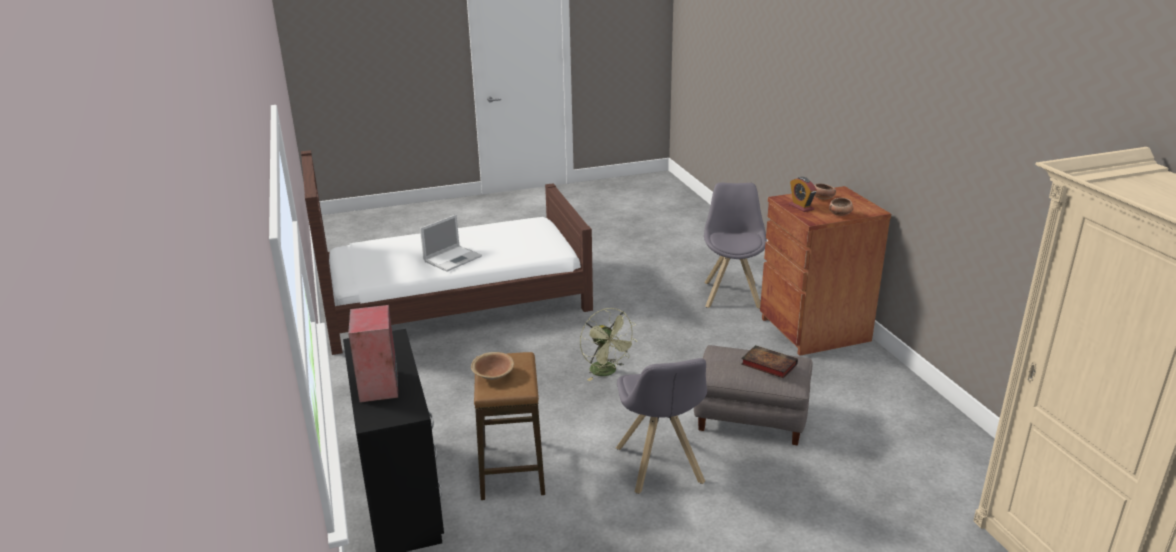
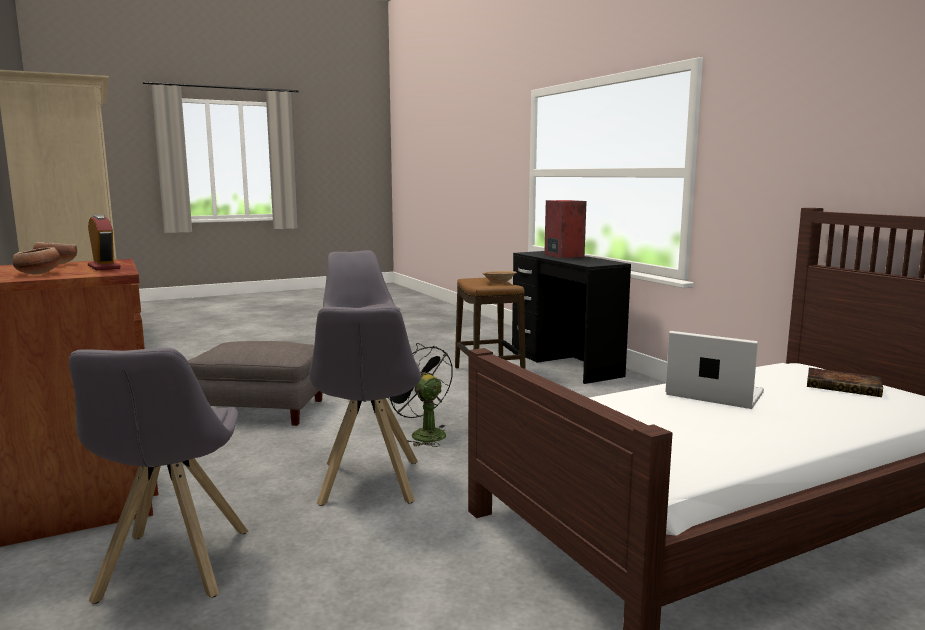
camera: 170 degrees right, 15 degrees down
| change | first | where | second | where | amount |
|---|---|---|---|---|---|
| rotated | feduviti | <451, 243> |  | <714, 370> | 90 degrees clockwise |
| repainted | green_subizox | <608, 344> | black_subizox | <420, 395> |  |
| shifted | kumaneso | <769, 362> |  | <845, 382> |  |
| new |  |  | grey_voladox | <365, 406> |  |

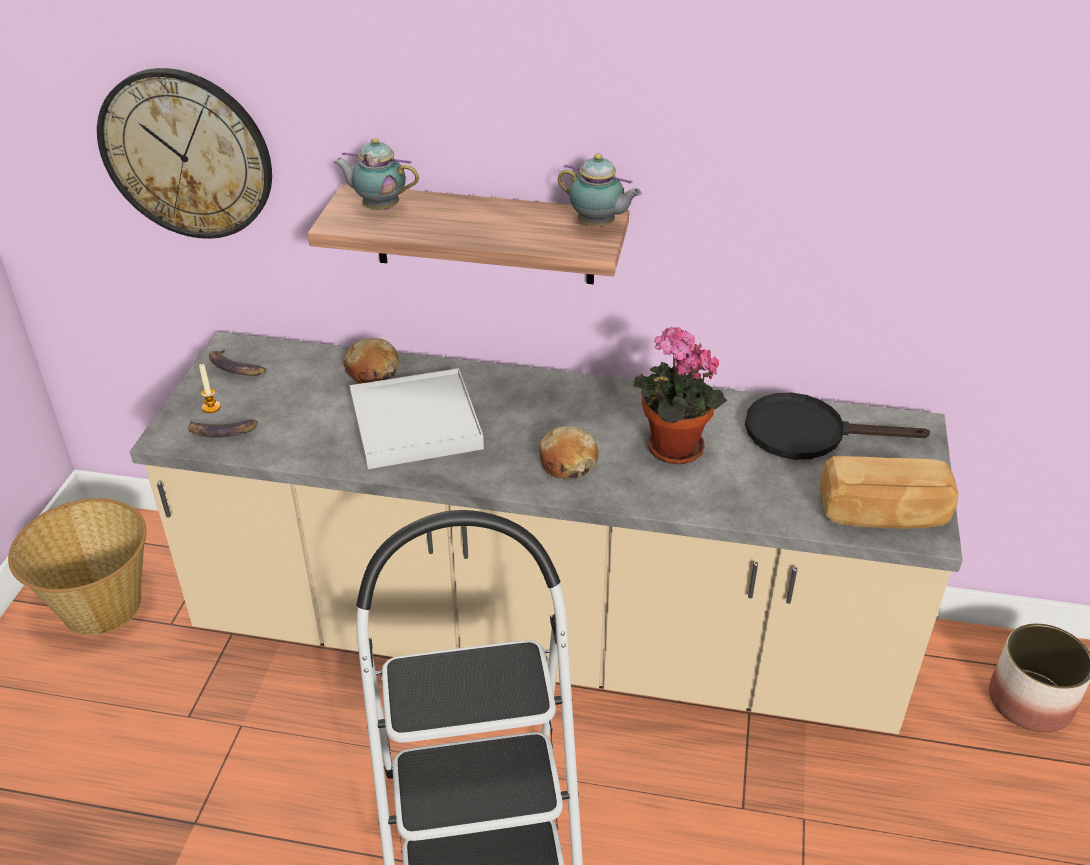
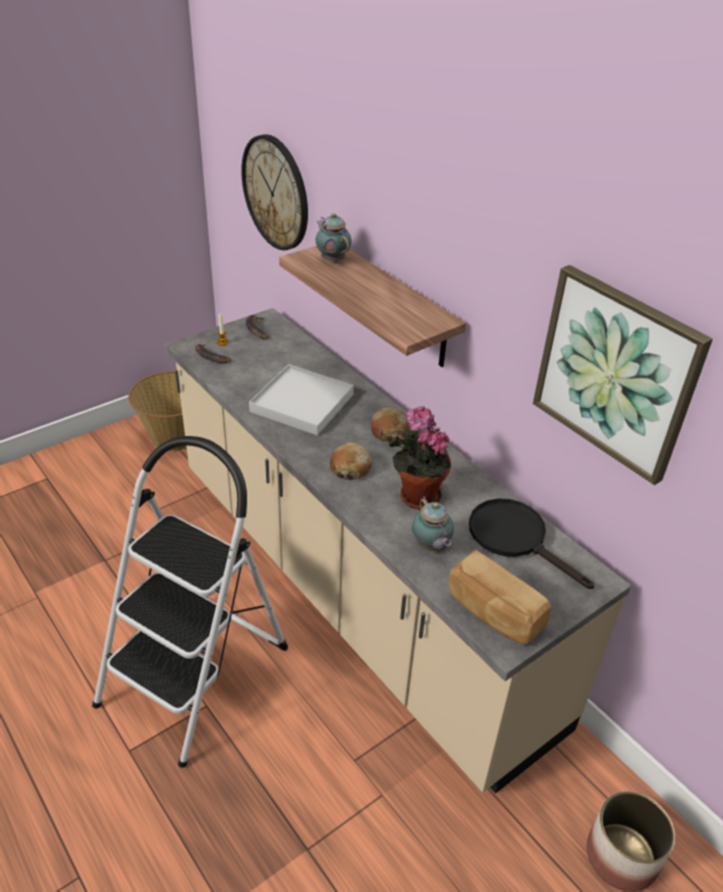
camera: 40 degrees right, 0 degrees up
| change | first | where | second | where | amount |
|---|---|---|---|---|---|
| shifted | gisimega | <371, 361> |  | <390, 424> |  |
| shifted | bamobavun | <600, 190> |  | <433, 523> |  |
| new |  |  | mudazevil | <623, 375> |  |

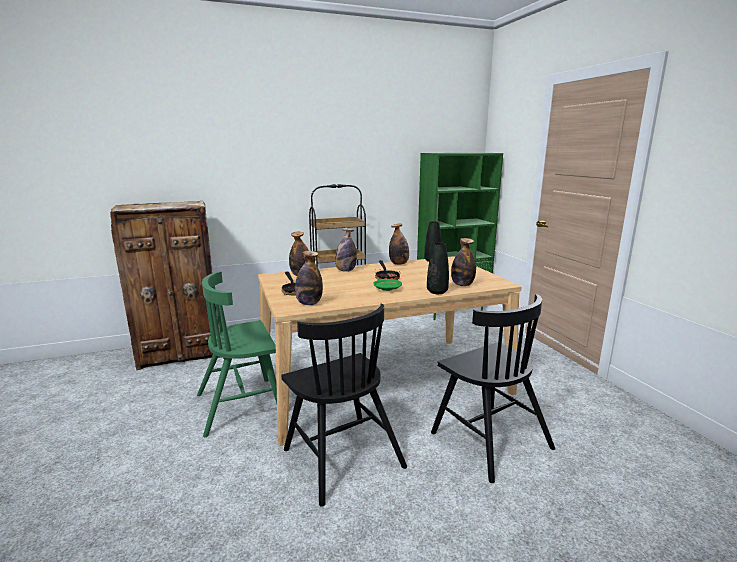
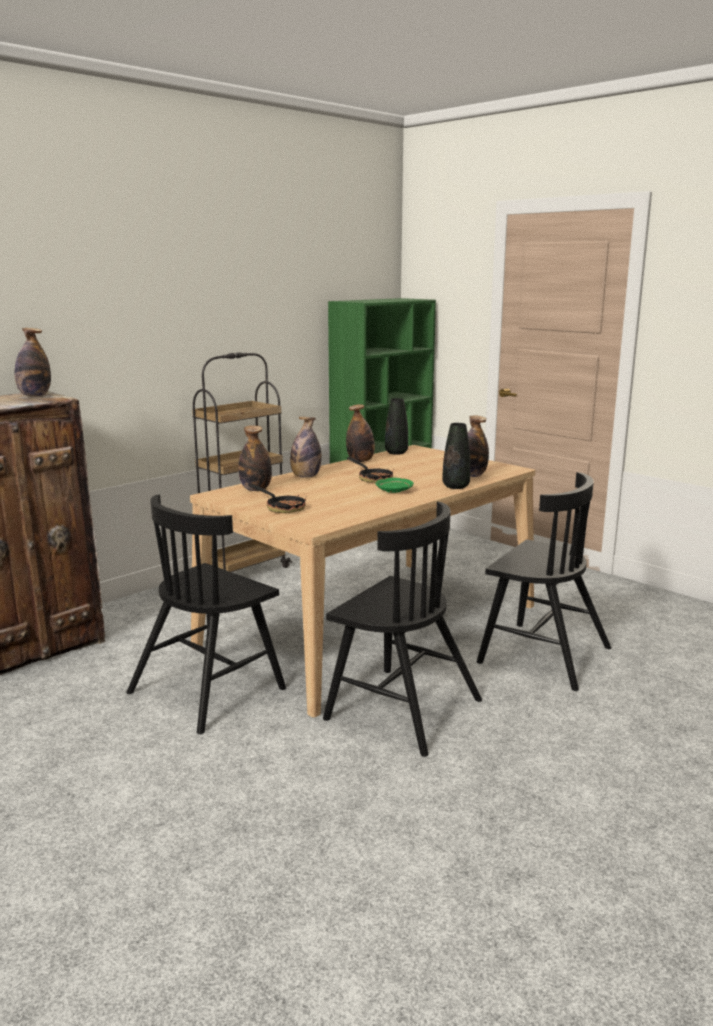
camera: 25 degrees left, 0 degrees up
| change | first | where | second | where | amount |
|---|---|---|---|---|---|
| repainted | green_voladox | <237, 354> | black_voladox | <206, 614> |  |
| shifted | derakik | <309, 278> |  | <32, 362> |  |

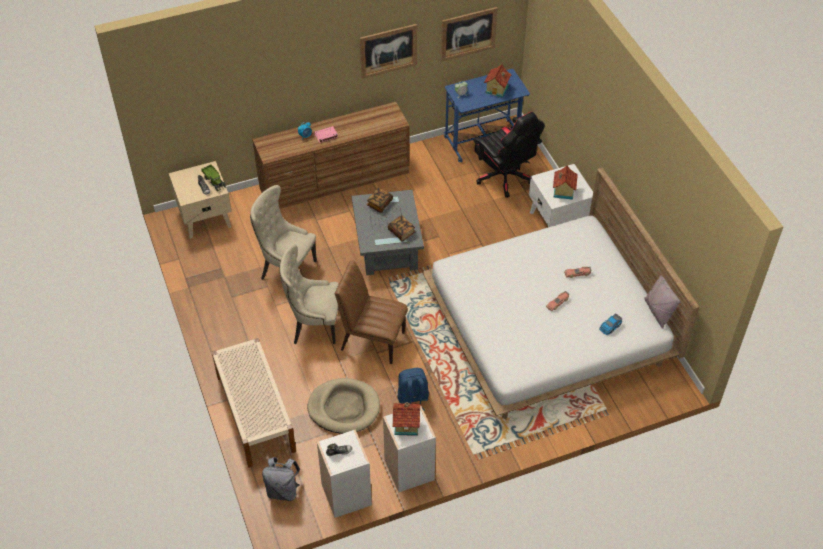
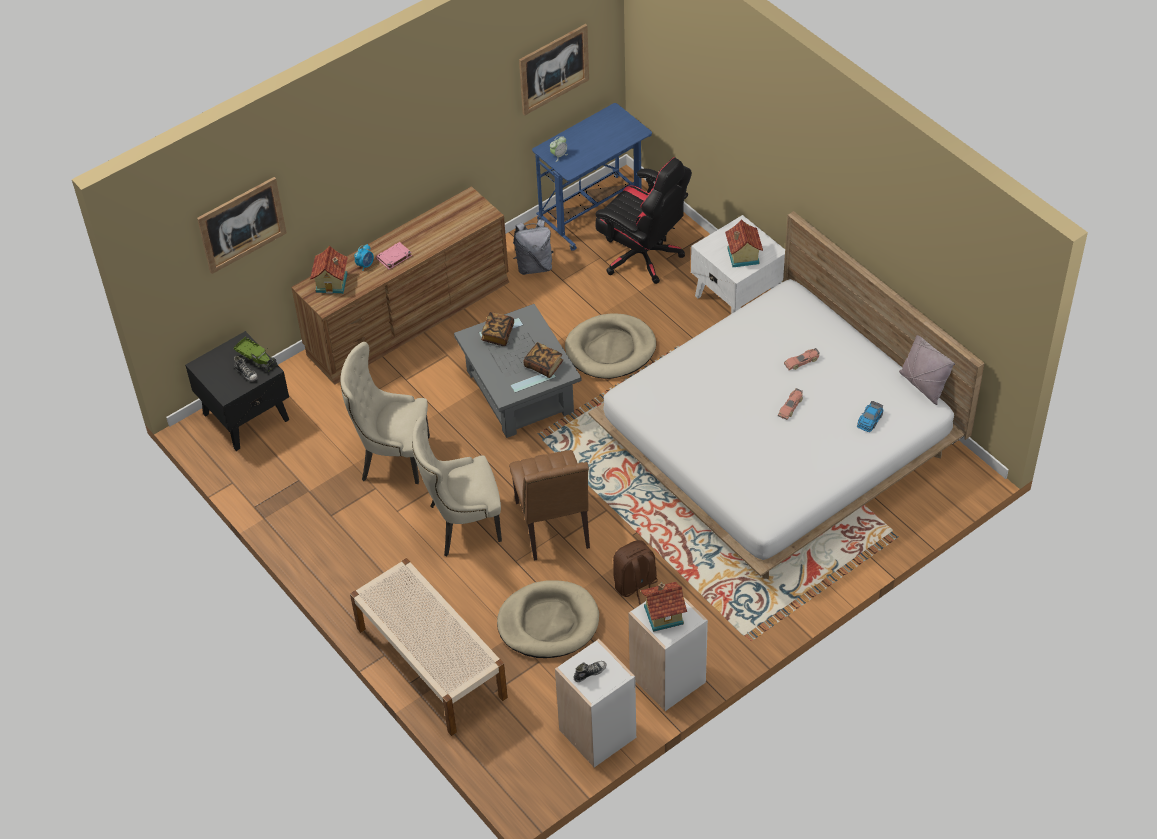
camera: 15 degrees left, 0 degrees up
| change | first | where | second | where | amount |
|---|---|---|---|---|---|
| repainted | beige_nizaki | <200, 200> | black_nizaki | <237, 391> |  |
| shifted | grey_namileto | <281, 479> |  | <533, 247> |  |
| rotated | brown_voladox | <371, 312> |  | <549, 505> | 105 degrees counterclockwise |
| shifted | mudazevil | <388, 51> |  | <242, 225> |  |
| repainted | blue_namileto | <413, 389> | brown_namileto | <635, 572> |  |
| shifted | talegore | <497, 81> |  | <329, 270> |  |
| new |  |  | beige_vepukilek | <610, 346> |  |

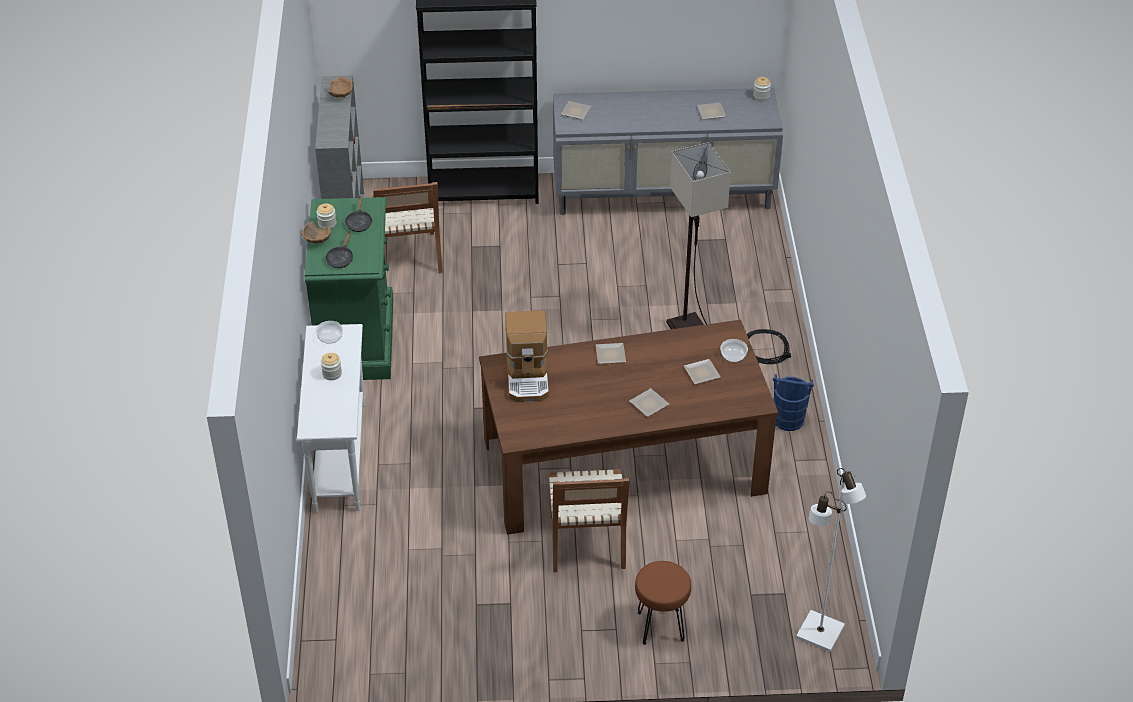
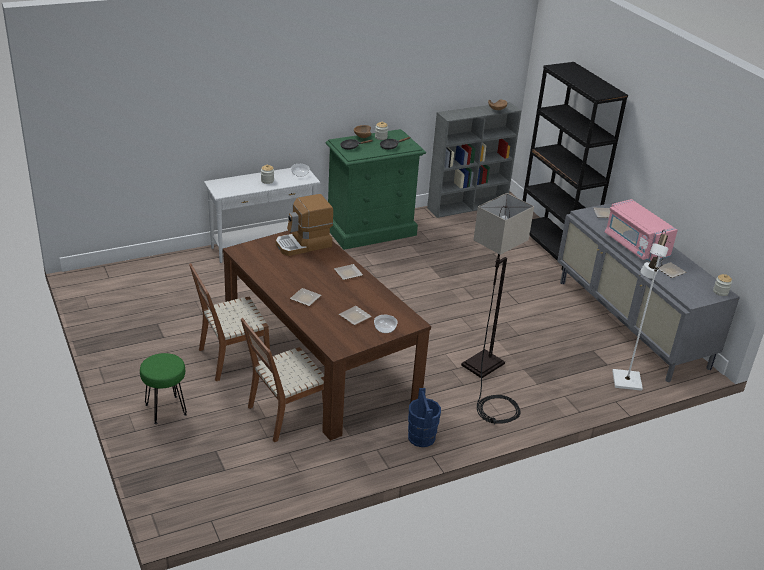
camera: 65 degrees right, 10 degrees down
| change | first | where | second | where | amount |
|---|---|---|---|---|---|
| shifted | voladox | <407, 227> |  | <282, 380> |  |
| repainted | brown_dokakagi | <663, 603> | green_dokakagi | <163, 388> |  |
| shifted | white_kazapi | <831, 560> |  | <641, 310> |  |
| new |  |  | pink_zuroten | <641, 230> |  |

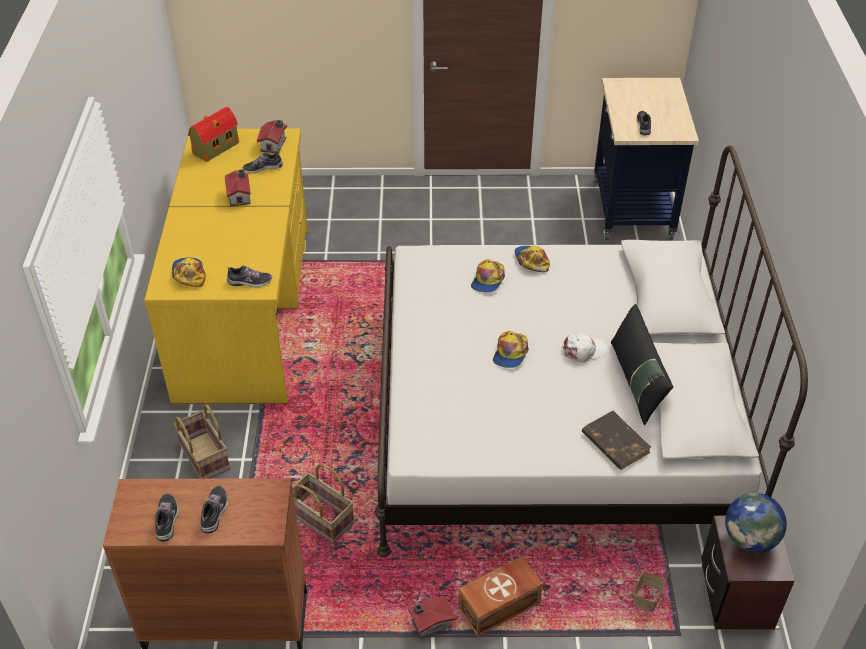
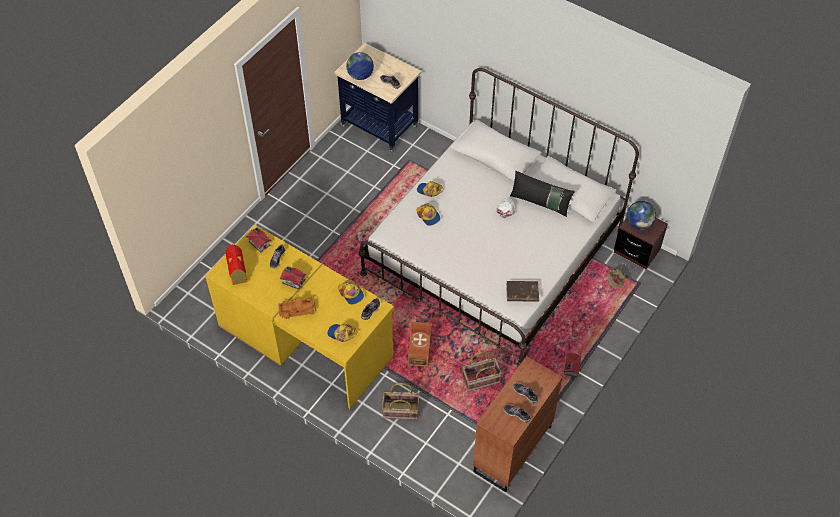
camera: 55 degrees left, 10 degrees up
| change | first | where | second | where | amount |
|---|---|---|---|---|---|
| shifted | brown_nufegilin | <500, 596> |  | <419, 344> |  |
| shifted | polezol | <511, 349> |  | <351, 292> |  |
| shifted | brown_kumaneso | <616, 440> |  | <522, 291> |  |
| new |  |  | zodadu | <297, 308> |  |
| new |  |  | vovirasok | <360, 66> |  |

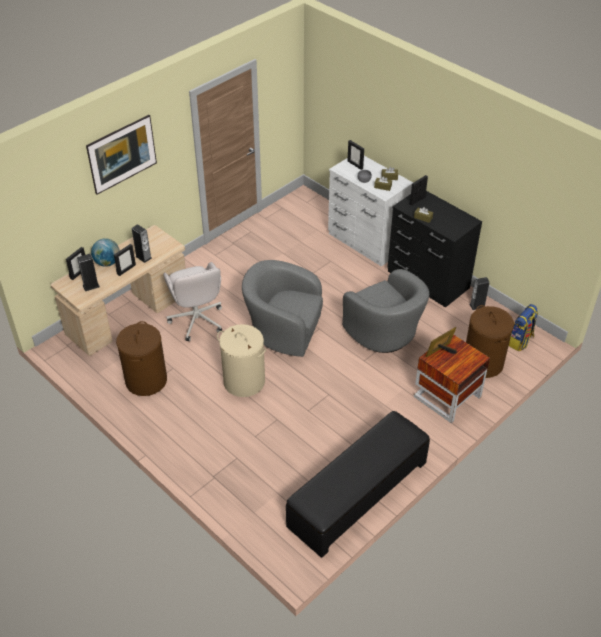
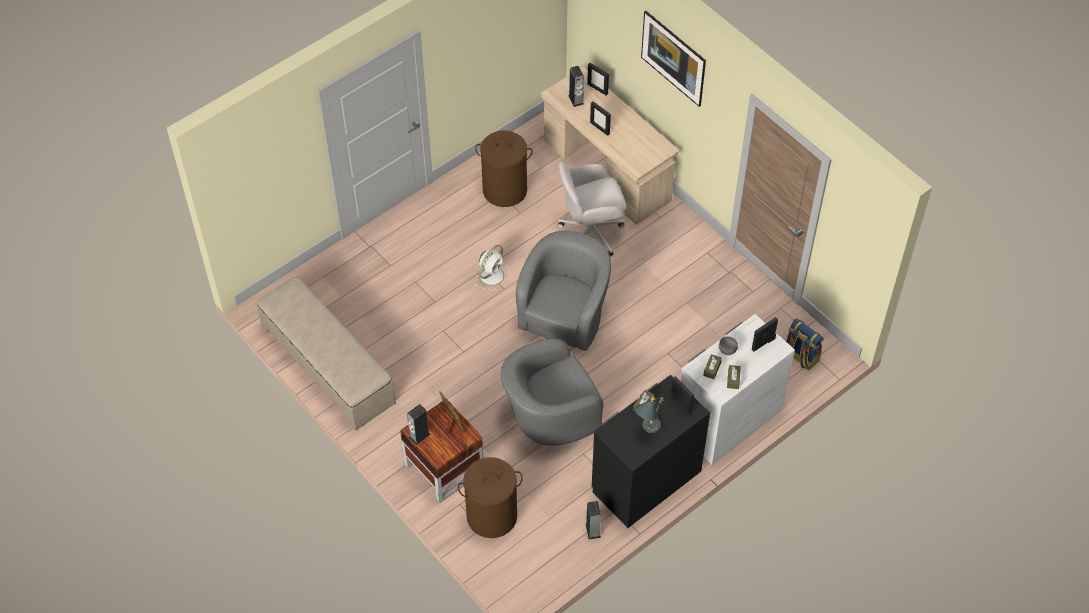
camera: 95 degrees right, 10 degrees up
| change | first | where | second | where | amount |
|---|---|---|---|---|---|
| gone | vovirasok | <105, 252> |  |  |  |
| shifted | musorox | <142, 243> |  | <418, 424> |  |
| swapped | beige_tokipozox | <241, 360> | white_subizox | <492, 268> |  |
| repainted | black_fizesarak | <358, 484> | beige_fizesarak | <326, 354> |  |
| shifted | namileto | <523, 327> |  | <805, 344> |  |
| new |  |  | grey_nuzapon | <649, 415> |  |

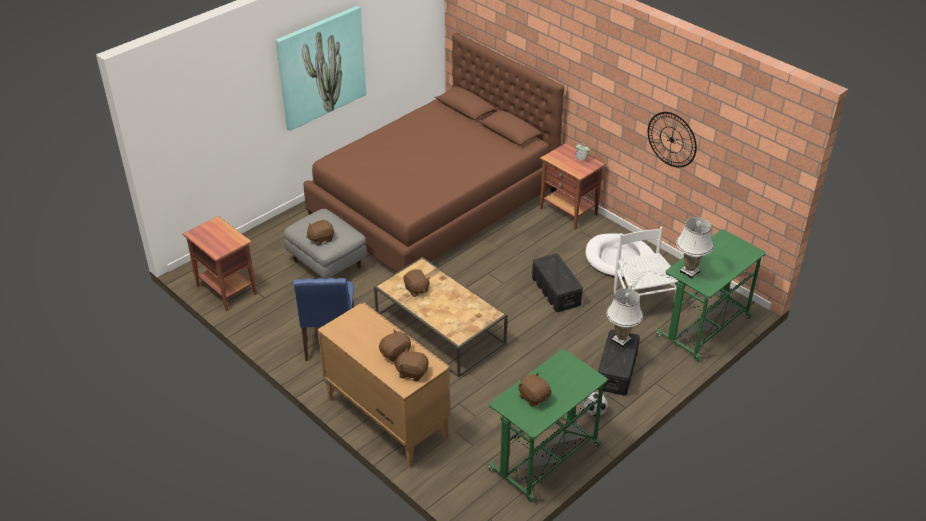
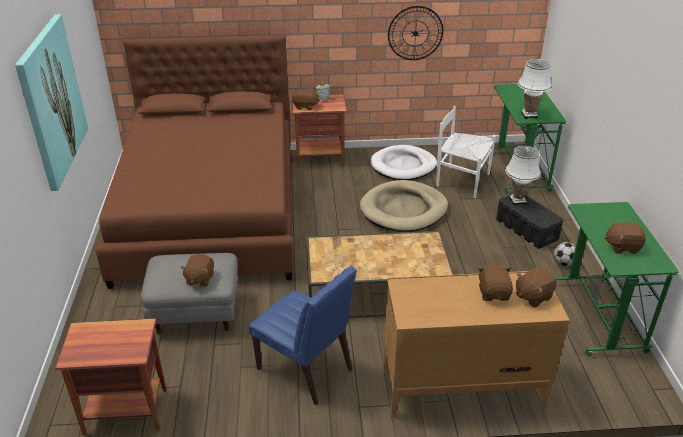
camera: 50 degrees left, 5 degrees down
| change | first | where | second | where | amount |
|---|---|---|---|---|---|
| shifted | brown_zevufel | <417, 283> |  | <306, 99> |  |
| swapped | black_nufegilin | <557, 283> | beige_vepukilek | <404, 206> |  |

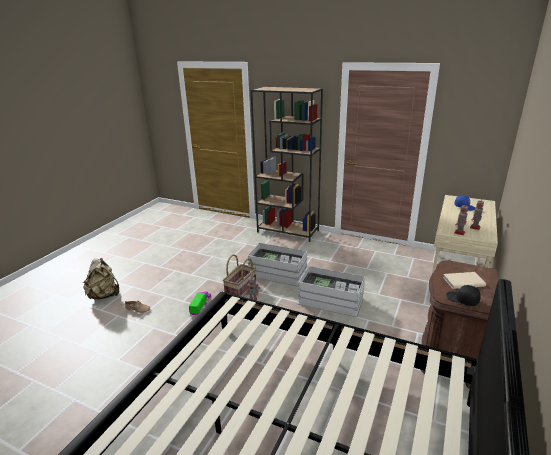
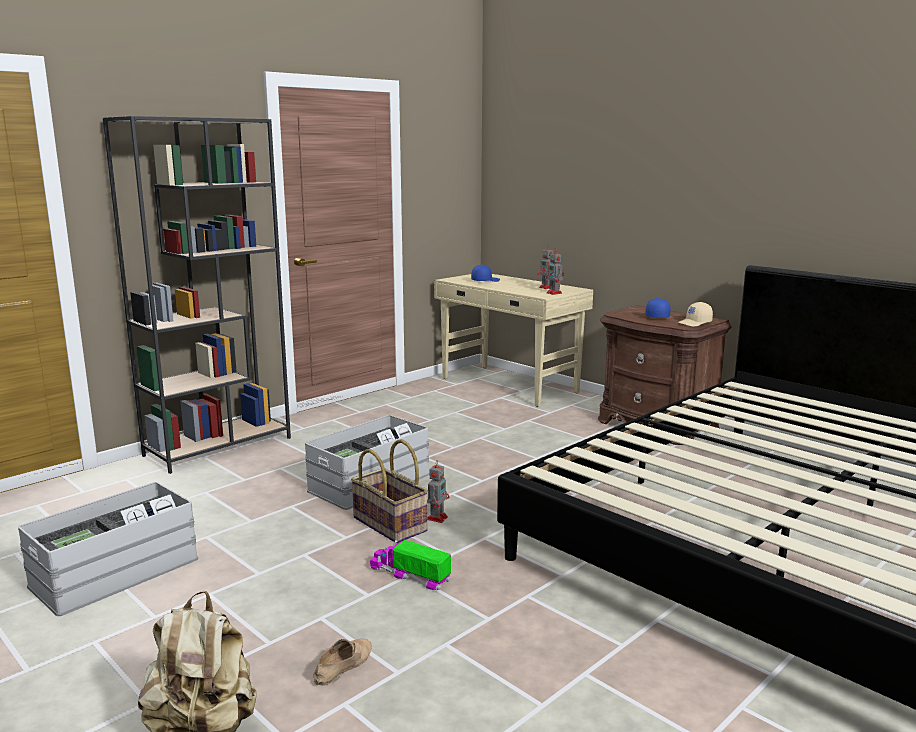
camera: 70 degrees left, 10 degrees down
| change | first | where | second | where | amount |
|---|---|---|---|---|---|
| shifted | grey_nufegilin | <331, 291> |  | <108, 549> |  |
| swapped | beige_kumaneso | <464, 280> | blue_polezol | <658, 308> |  |
| repainted | black_polezol | <463, 295> | beige_polezol | <695, 314> |  |

